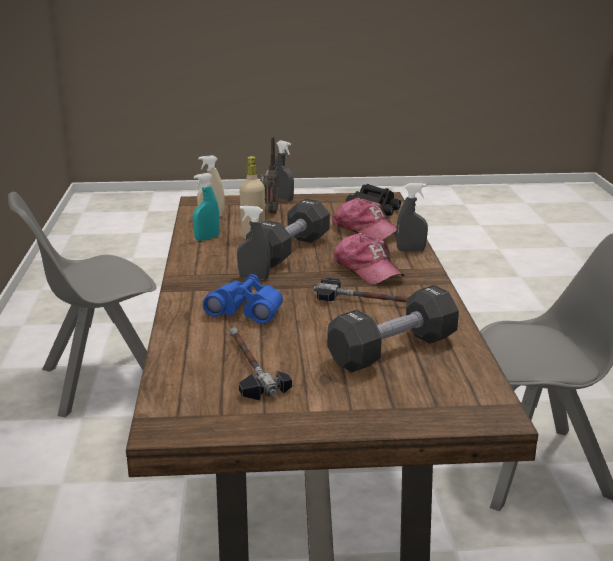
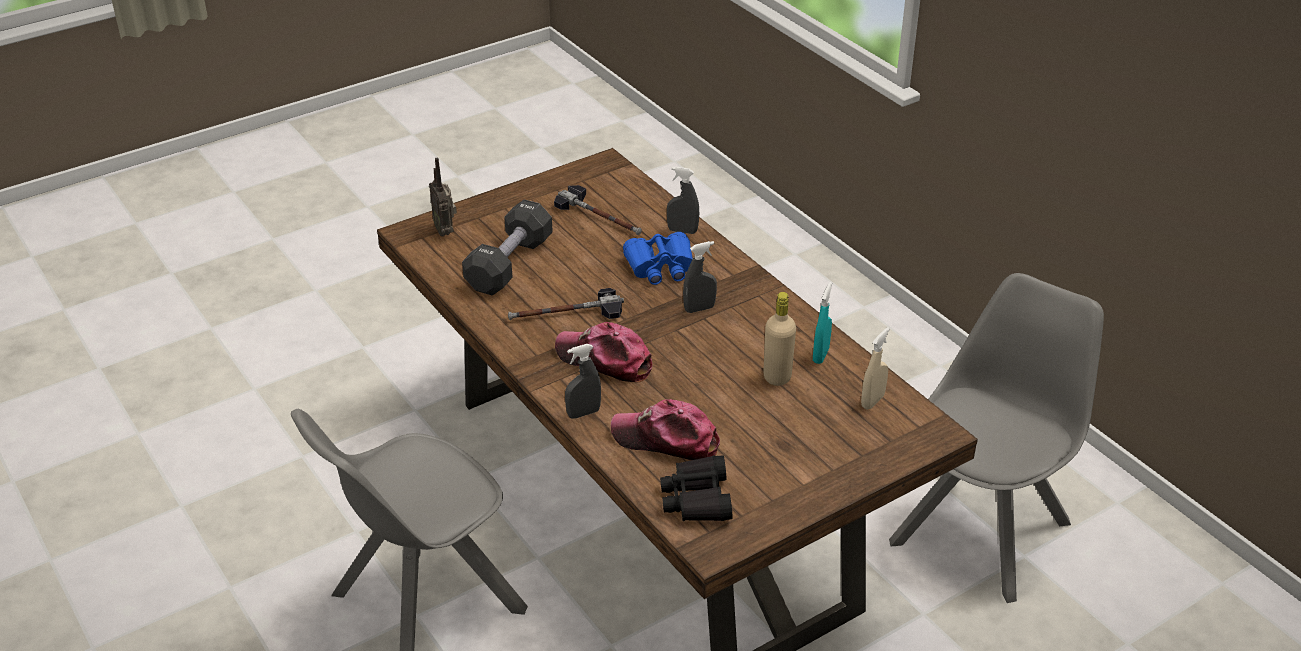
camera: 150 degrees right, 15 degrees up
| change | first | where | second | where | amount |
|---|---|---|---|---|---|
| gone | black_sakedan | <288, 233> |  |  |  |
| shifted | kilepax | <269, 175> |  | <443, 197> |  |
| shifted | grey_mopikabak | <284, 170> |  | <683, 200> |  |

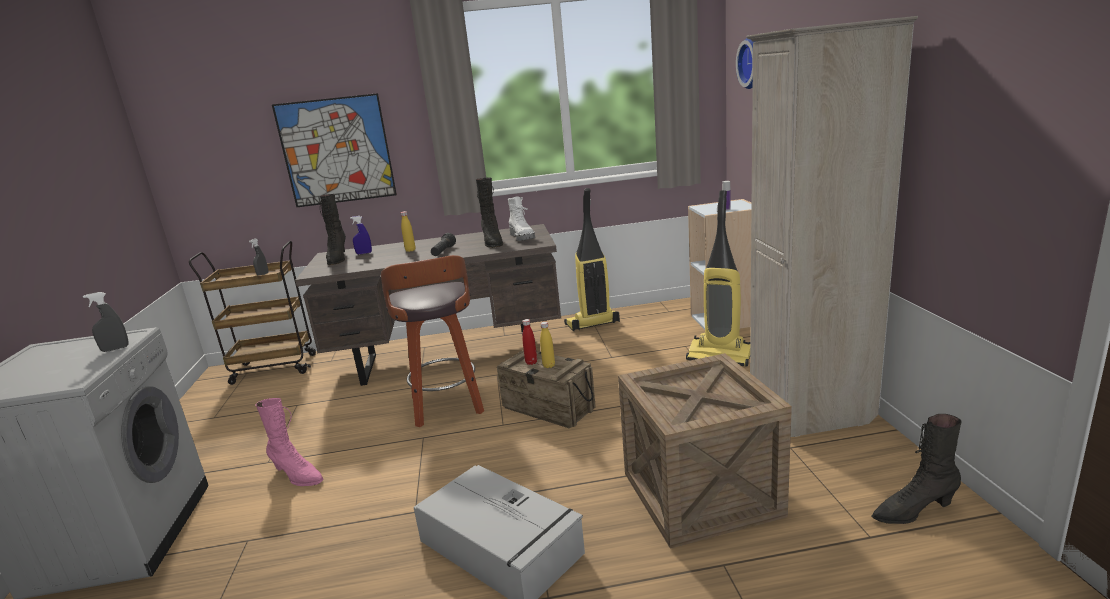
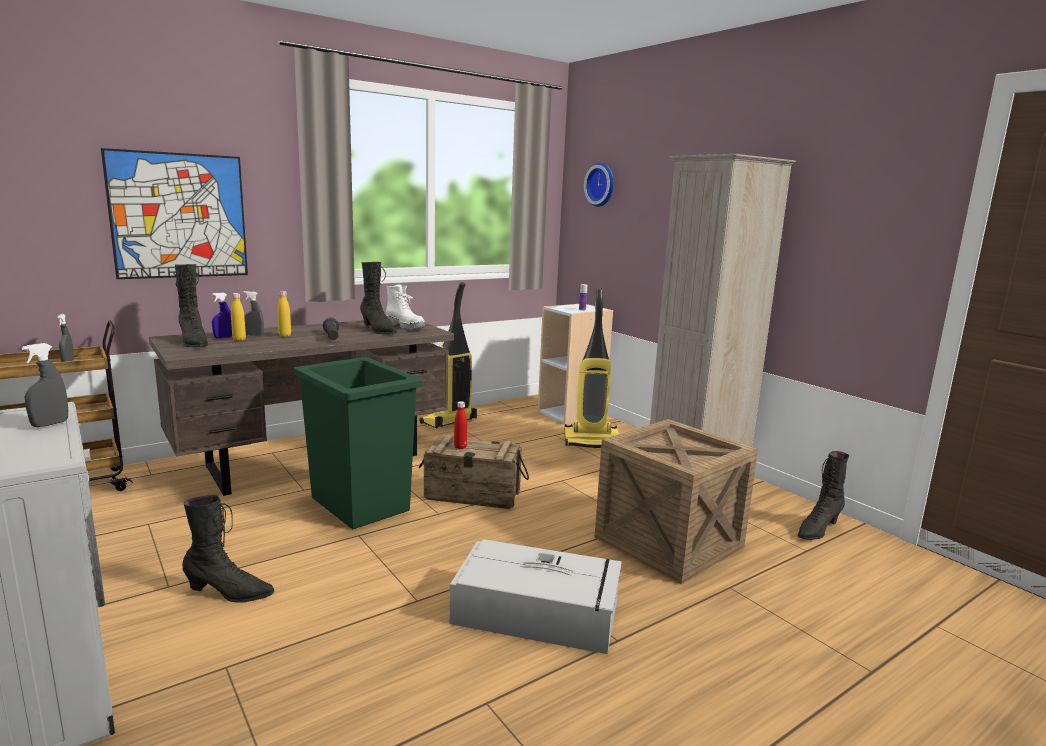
camera: 30 degrees left, 5 degrees down
| change | first | where | second | where | amount |
|---|---|---|---|---|---|
| repainted | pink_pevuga | <289, 442> | black_pevuga | <228, 549> |  |
| swapped | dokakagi | <432, 341> | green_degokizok | <358, 443> |  |
| shifted | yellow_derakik | <547, 345> |  | <238, 317> |  |
| new |  |  | grey_mopikabak | <254, 313> |  |

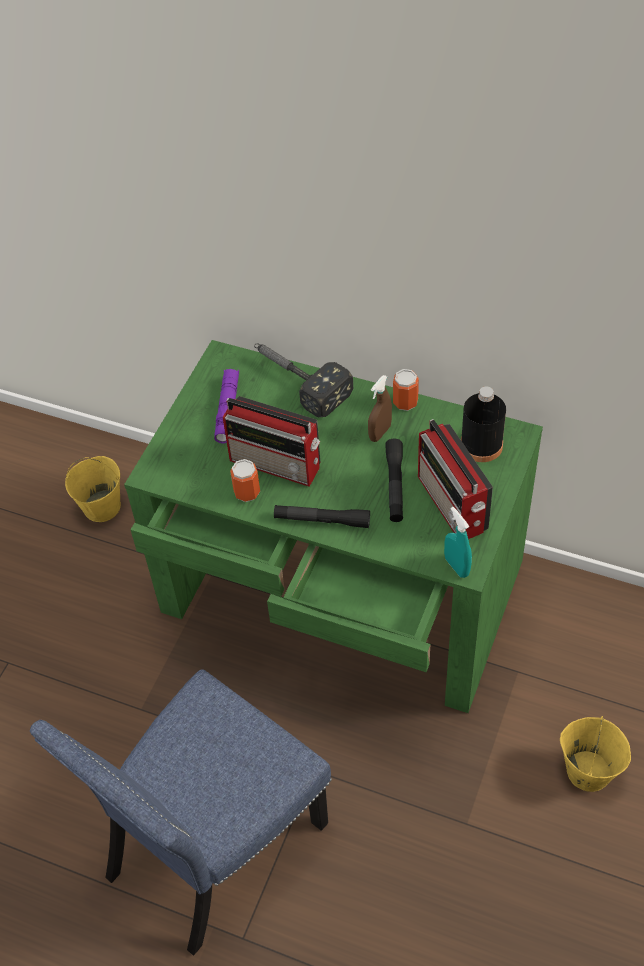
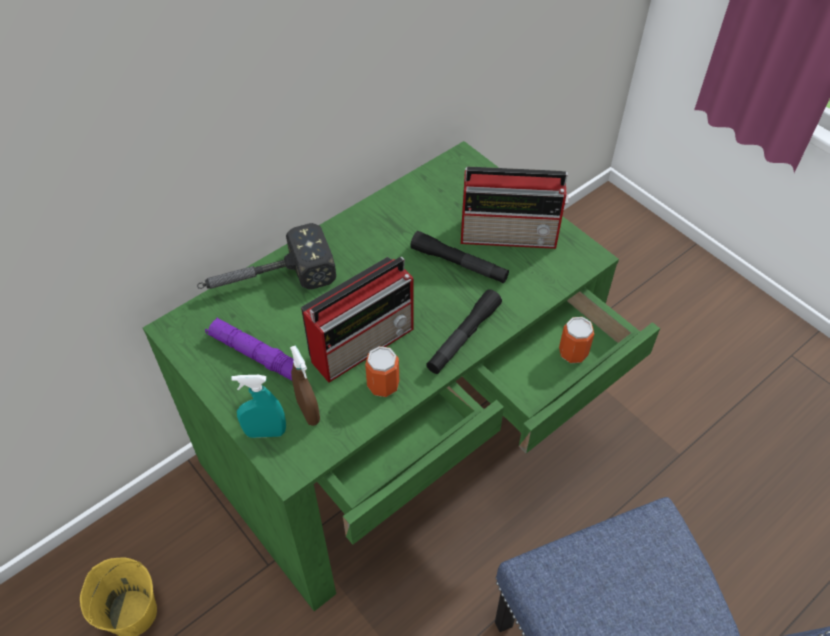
camera: 65 degrees left, 0 degrees up
| change | first | where | second | where | amount |
|---|---|---|---|---|---|
| shifted | brown_mopikabak | <380, 408> |  | <305, 386> |  |
| shifted | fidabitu | <406, 390> |  | <576, 340> |  |
| shifted | turquoise_mopikabak | <458, 542> |  | <258, 406> |  |
| gone | black_derakik | <483, 424> |  |  |  |
| gone | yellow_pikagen | <595, 754> |  |  |  |

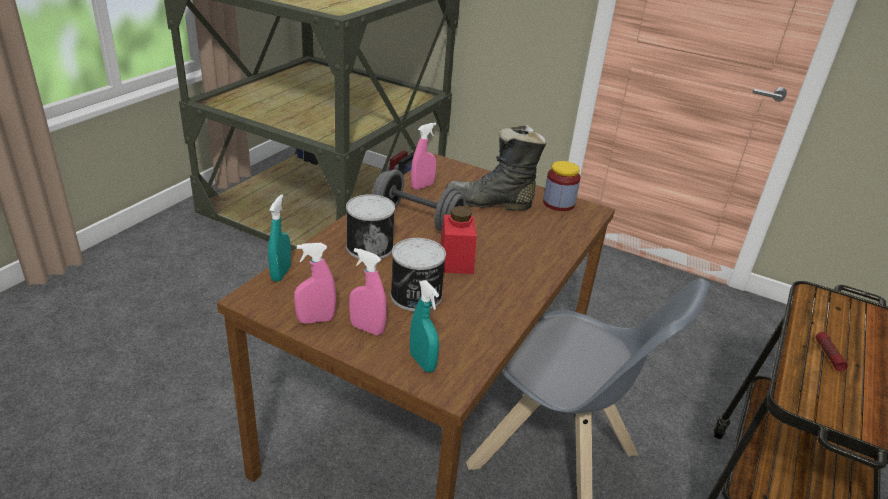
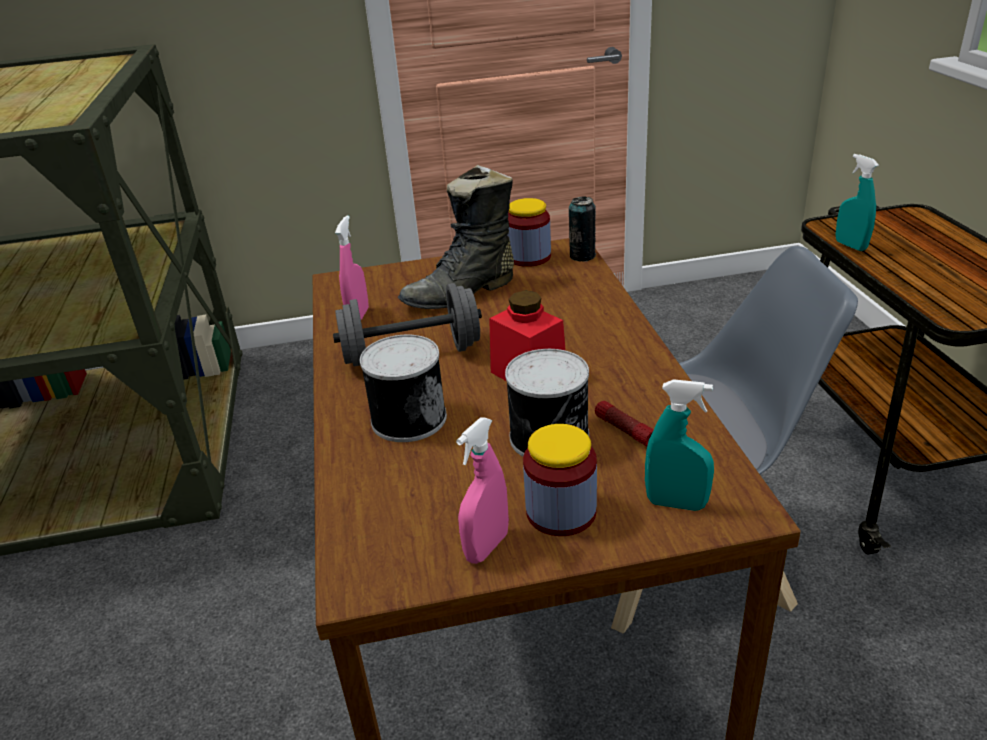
camera: 35 degrees left, 0 degrees up
| change | first | where | second | where | amount |
|---|---|---|---|---|---|
| shifted | turquoise_mopikabak | <279, 238> |  | <857, 202> |  |
| swapped | pink_mopikabak | <368, 291> | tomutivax | <560, 480> |  |
| shifted | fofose | <832, 351> |  | <624, 424> |  |
| new |  |  | fidabitu | <582, 229> |  |

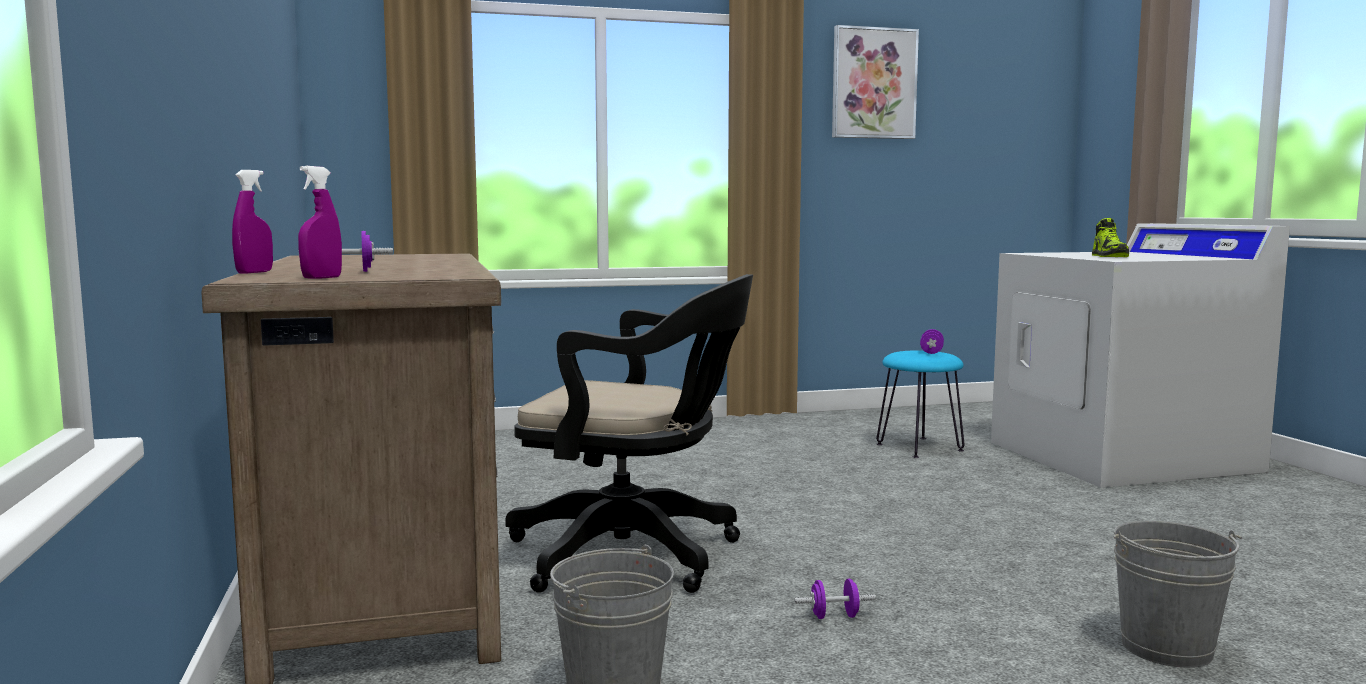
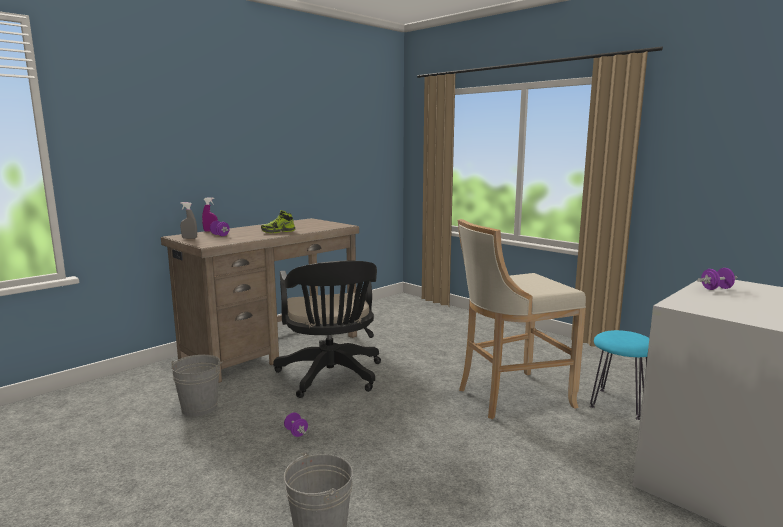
camera: 60 degrees right, 5 degrees up
| change | first | where | second | where | amount |
|---|---|---|---|---|---|
| repainted | purple_mopikabak | <320, 222> | grey_mopikabak | <188, 220> |  |
| gone | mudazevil | <875, 82> |  |  |  |
| shifted | purple_sakedan | <932, 341> |  | <717, 279> |  |
| shifted | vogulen | <1110, 237> |  | <278, 221> |  |
| new |  |  | beige_dokakagi | <522, 319> |  |

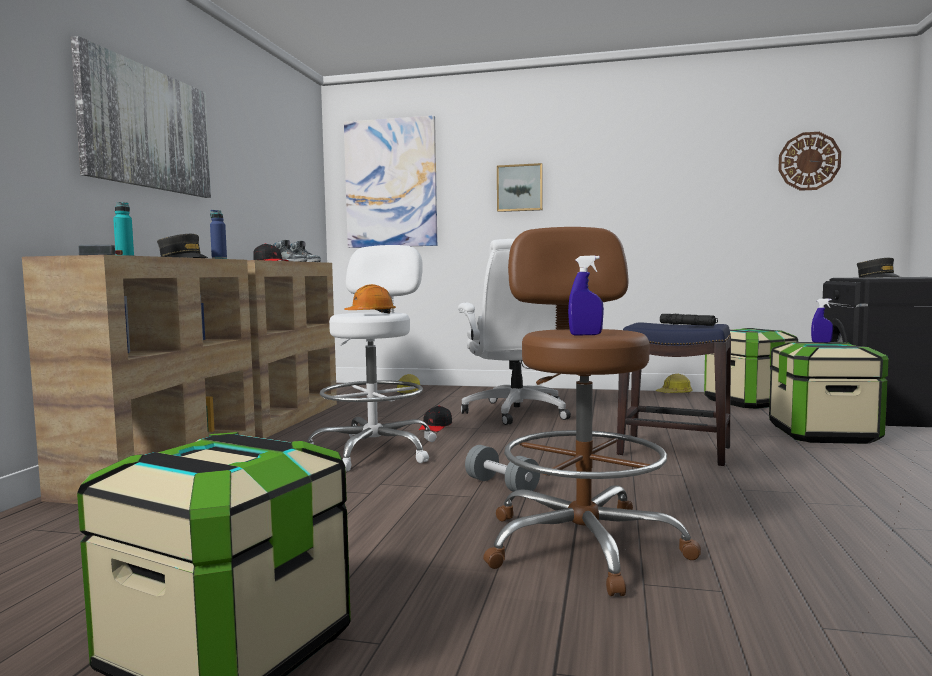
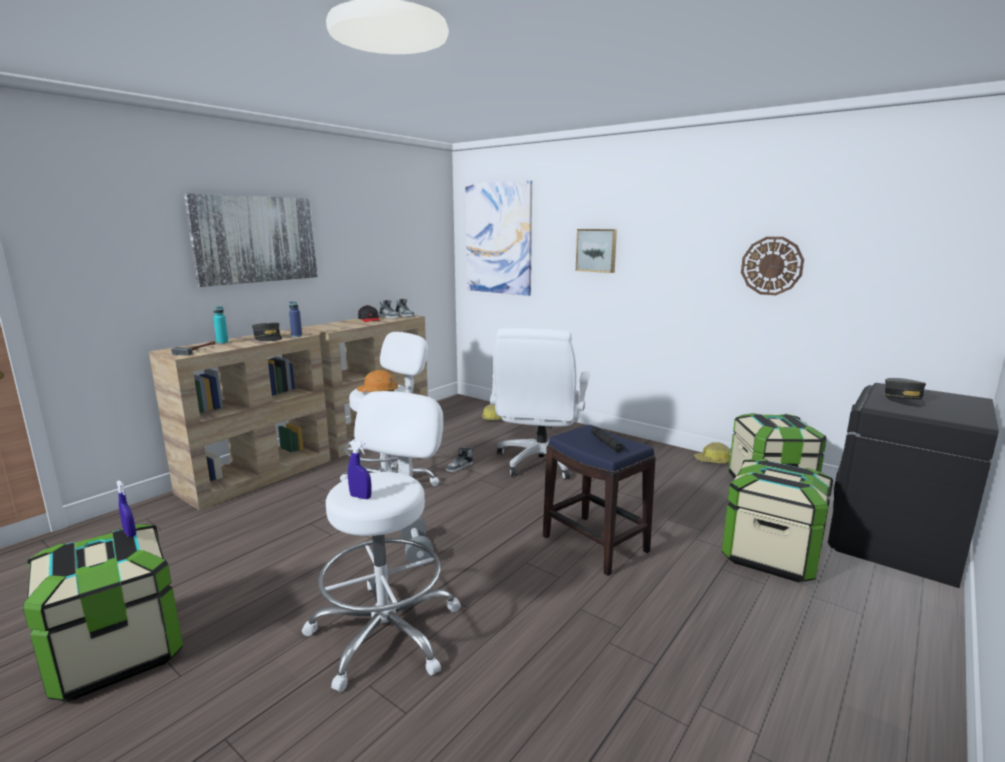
camera: 25 degrees right, 10 degrees up
| change | first | where | second | where | amount |
|---|---|---|---|---|---|
| swapped | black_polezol | <435, 419> | vogulen | <459, 459> |  |
| repainted | brown_dokakagi | <592, 411> | white_dokakagi | <381, 541> |  |
| shifted | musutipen | <809, 161> |  | <772, 266> |  |
| shifted | blue_mopikabak | <822, 321> |  | <126, 508> |  |

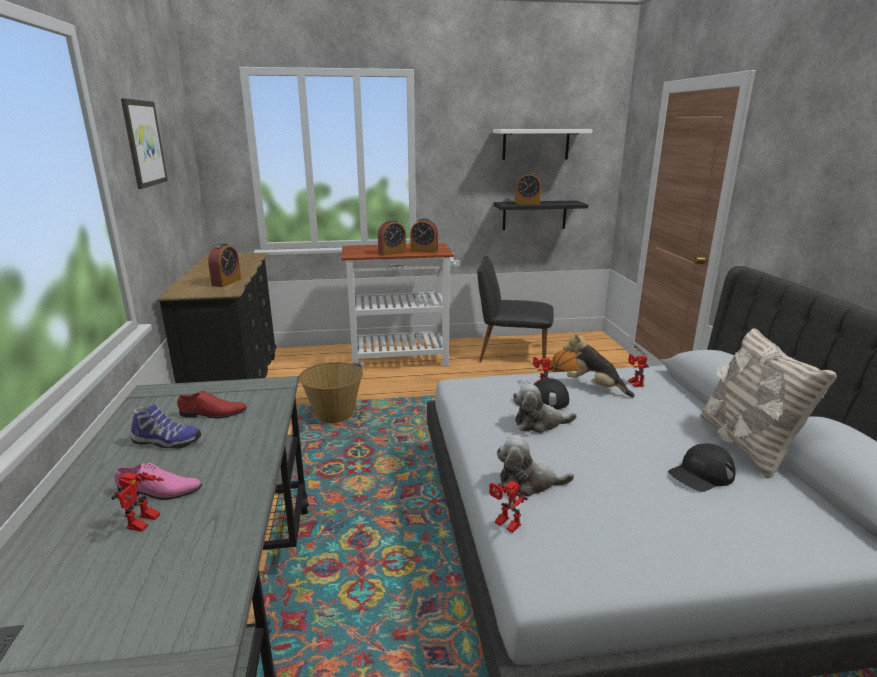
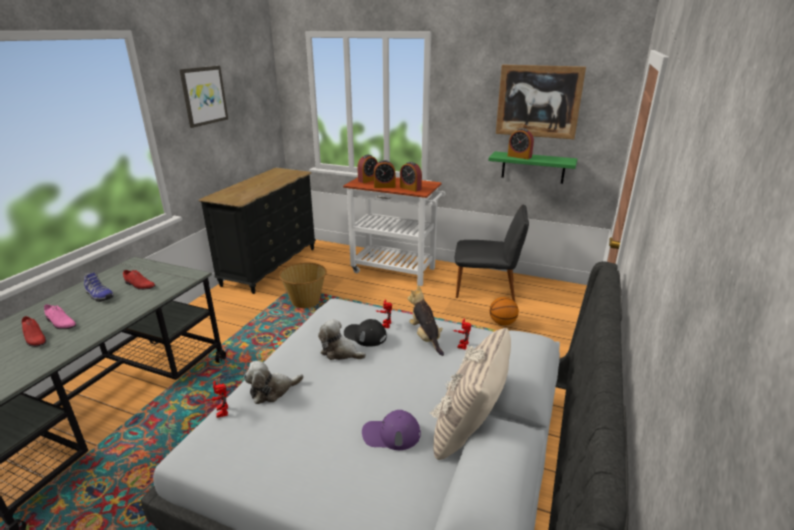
camera: 30 degrees right, 5 degrees up
| change | first | where | second | where | amount |
|---|---|---|---|---|---|
| swapped | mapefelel | <137, 502> | red_vogulen | <34, 331> |  |
| shifted | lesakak | <224, 265> |  | <367, 169> |  |
| rotated | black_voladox | <515, 309> |  | <491, 252> | 150 degrees clockwise |
| swapped | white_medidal | <543, 144> | mudazevil | <541, 102> |  |
| repainted | black_medidal | <540, 215> | green_medidal | <532, 167> |  |
| rotated | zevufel | <535, 466> |  | <273, 382> | 60 degrees counterclockwise |
| repainted | black_polezol | <702, 467> | purple_polezol | <391, 430> |  |

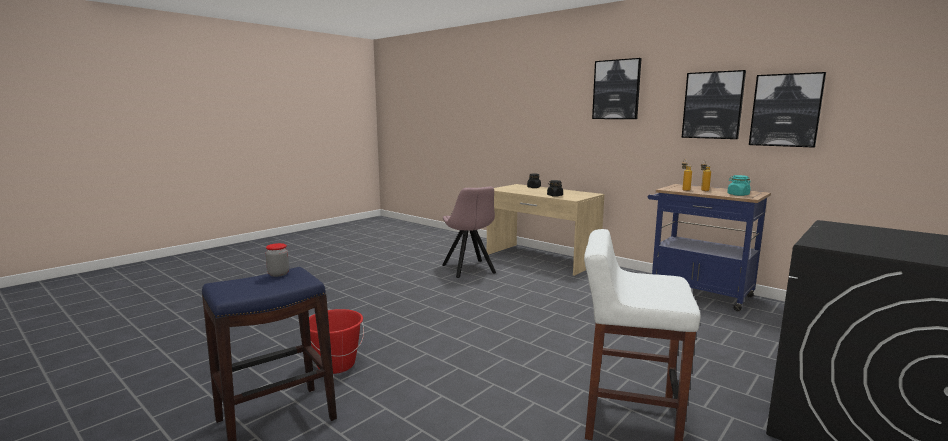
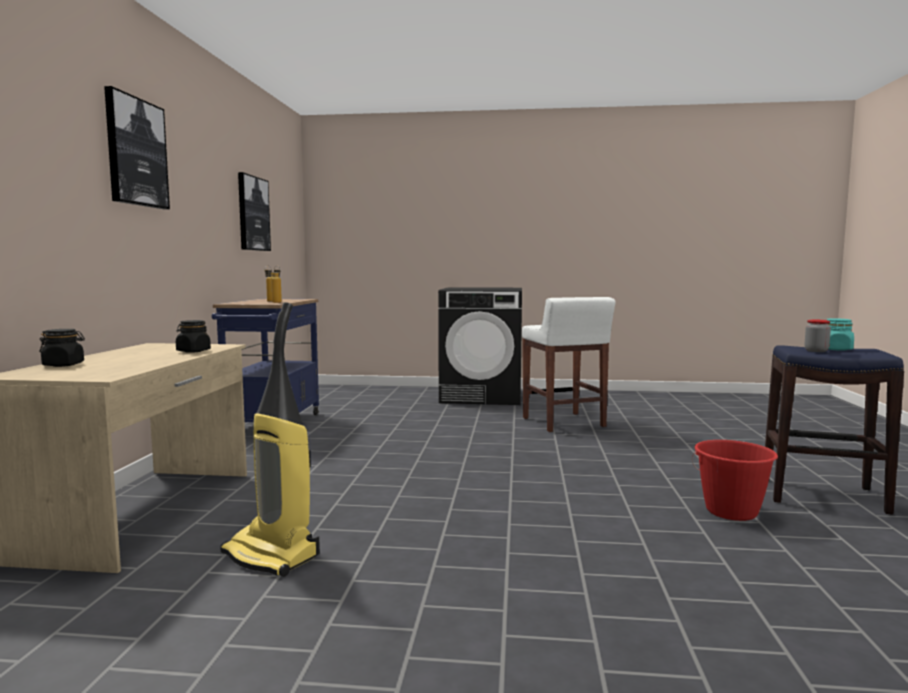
camera: 125 degrees left, 5 degrees down
| change | first | where | second | where | amount |
|---|---|---|---|---|---|
| swapped | pink_voladox | <469, 232> | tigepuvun | <270, 439> |  |
| gone | mudazevil | <714, 104> |  |  |  |
| shifted | turquoise_tomutivax | <739, 185> |  | <840, 334> |  |

